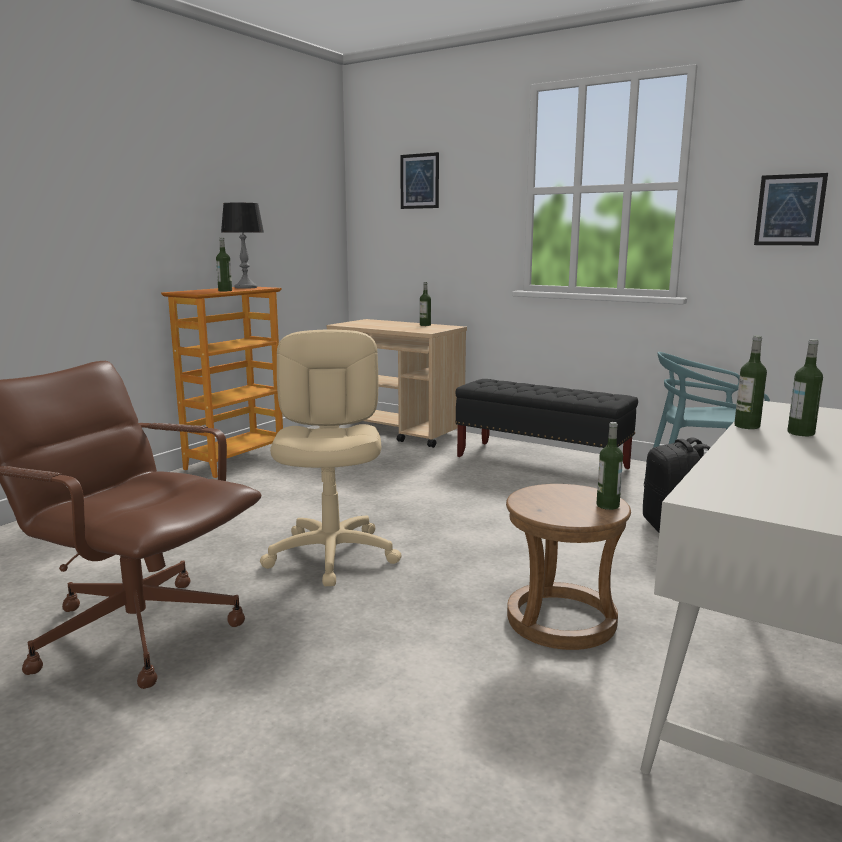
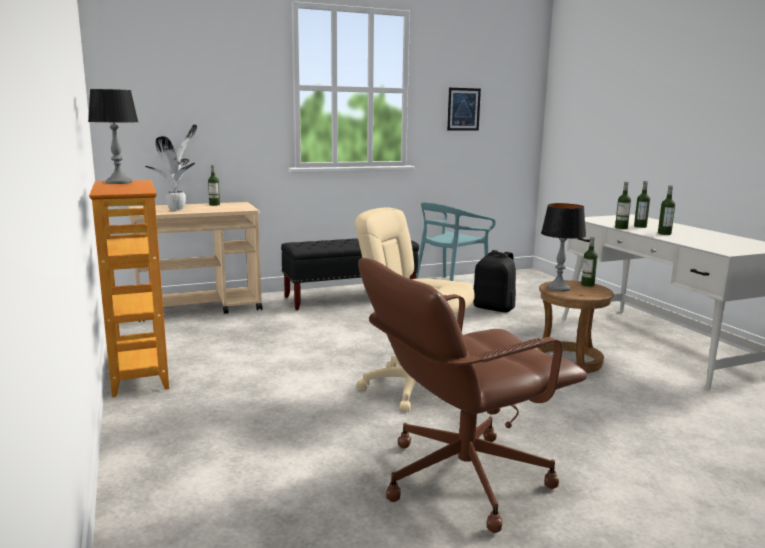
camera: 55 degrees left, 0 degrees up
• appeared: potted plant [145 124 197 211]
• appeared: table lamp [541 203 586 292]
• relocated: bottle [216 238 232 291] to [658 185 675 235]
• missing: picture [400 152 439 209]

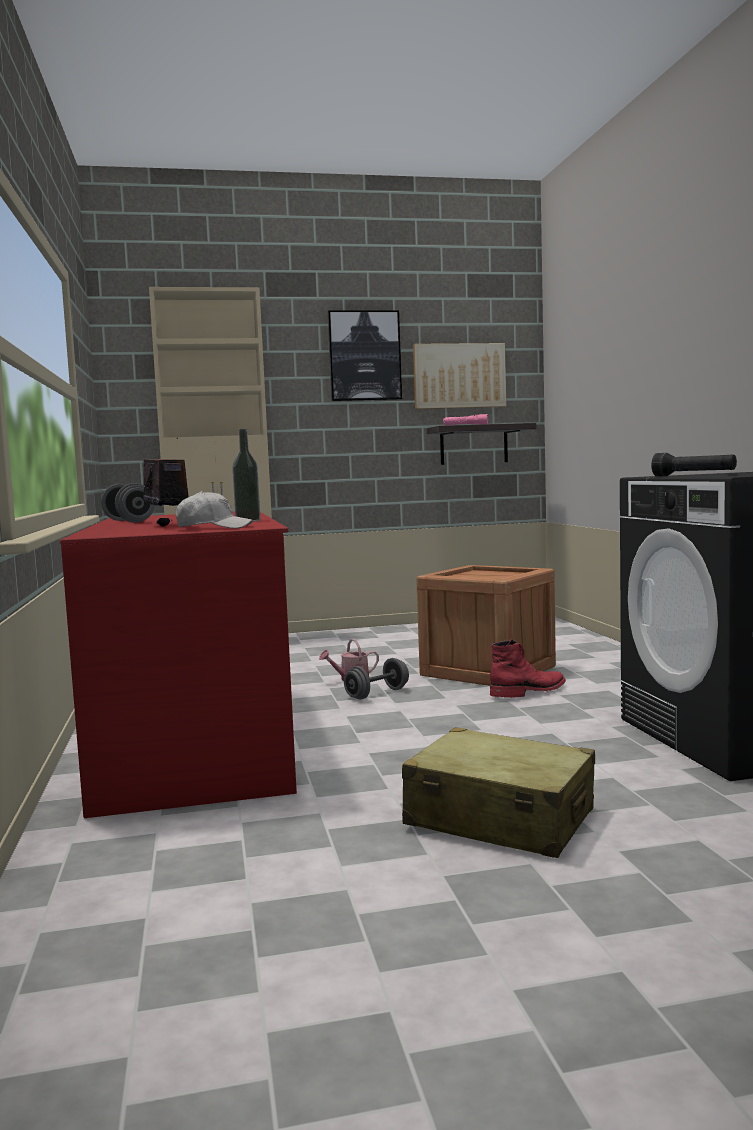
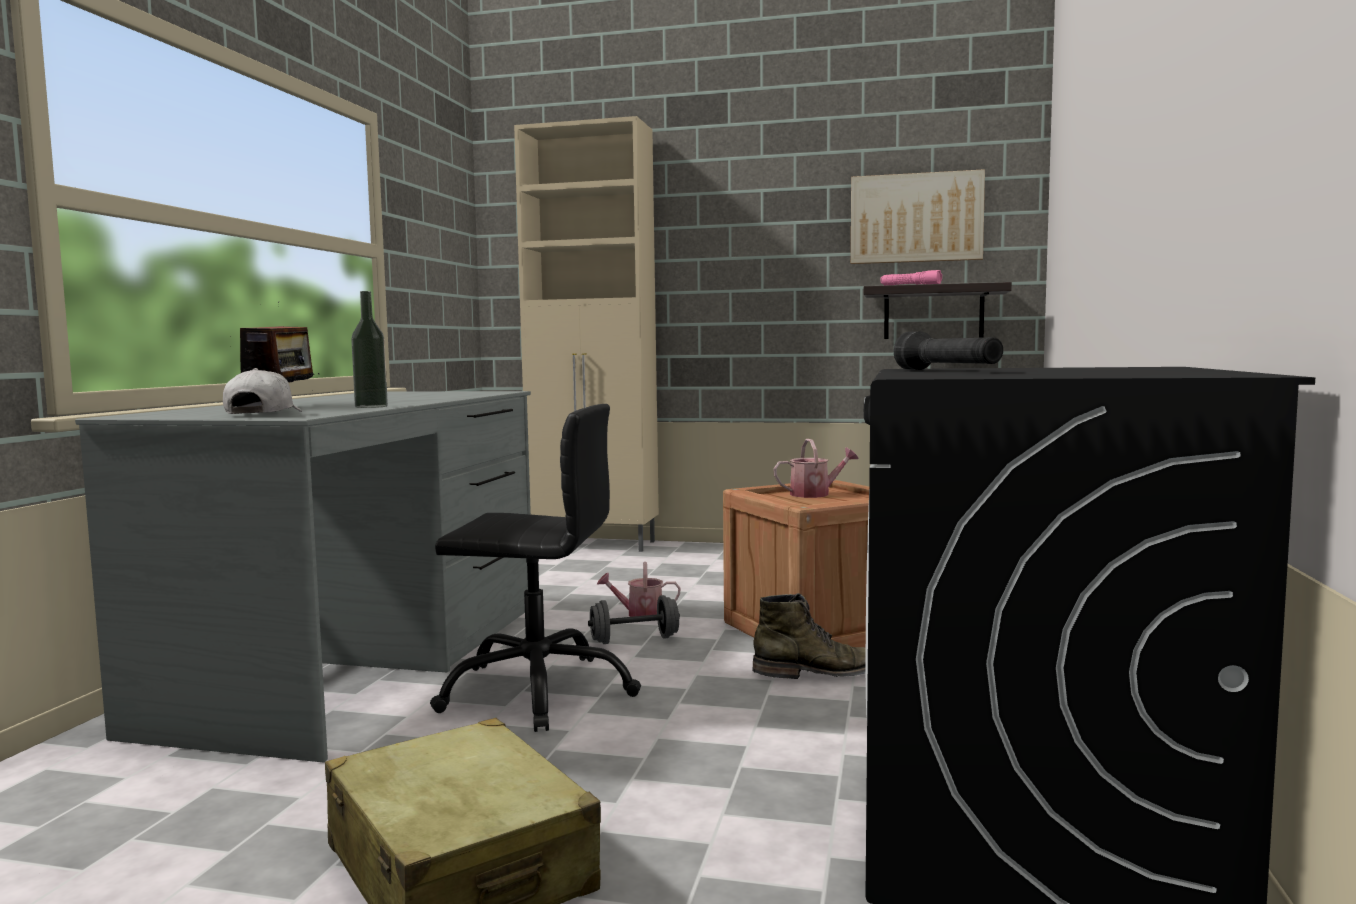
camera: 25 degrees right, 0 degrees up
• colour: desk/red [60 511 297 818] to desk/grey [75 391 531 763]
• spun: cap/white [175 491 253 529] = [223 368 302 414] 120 degrees counterclockwise
• appeared: office chair/black [430 404 641 732]
• colour: boot/red [490 639 566 698] to boot/green [752 593 866 679]
• appeared: watering can [773 439 859 498]
• missing: dumbbell/grey [101 483 155 523]
• missing: picture [328 311 402 401]

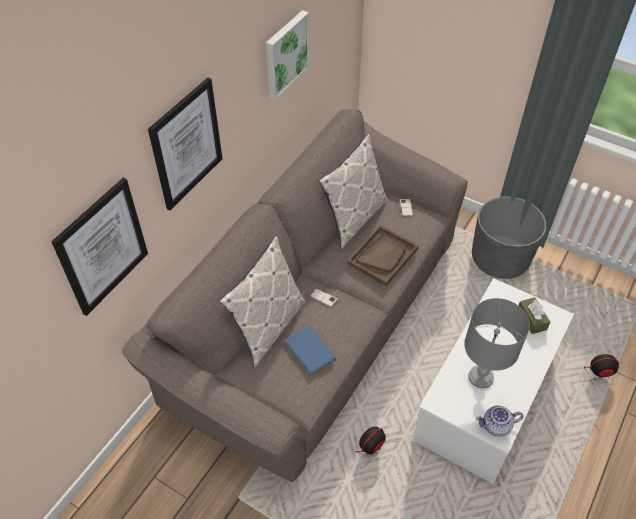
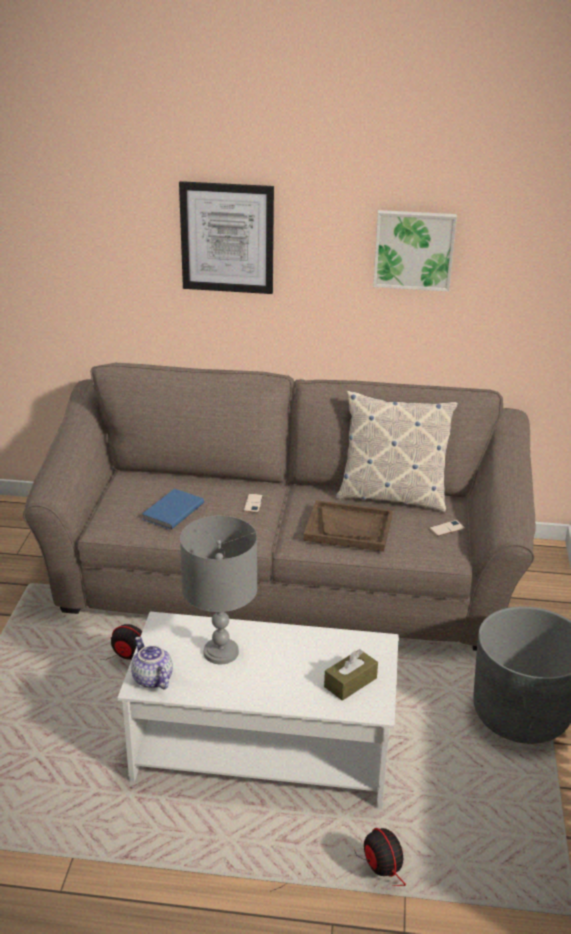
camera: 65 degrees right, 20 degrees down
• missing: picture [51 177 148 316]
• missing: pillow [219 236 306 367]

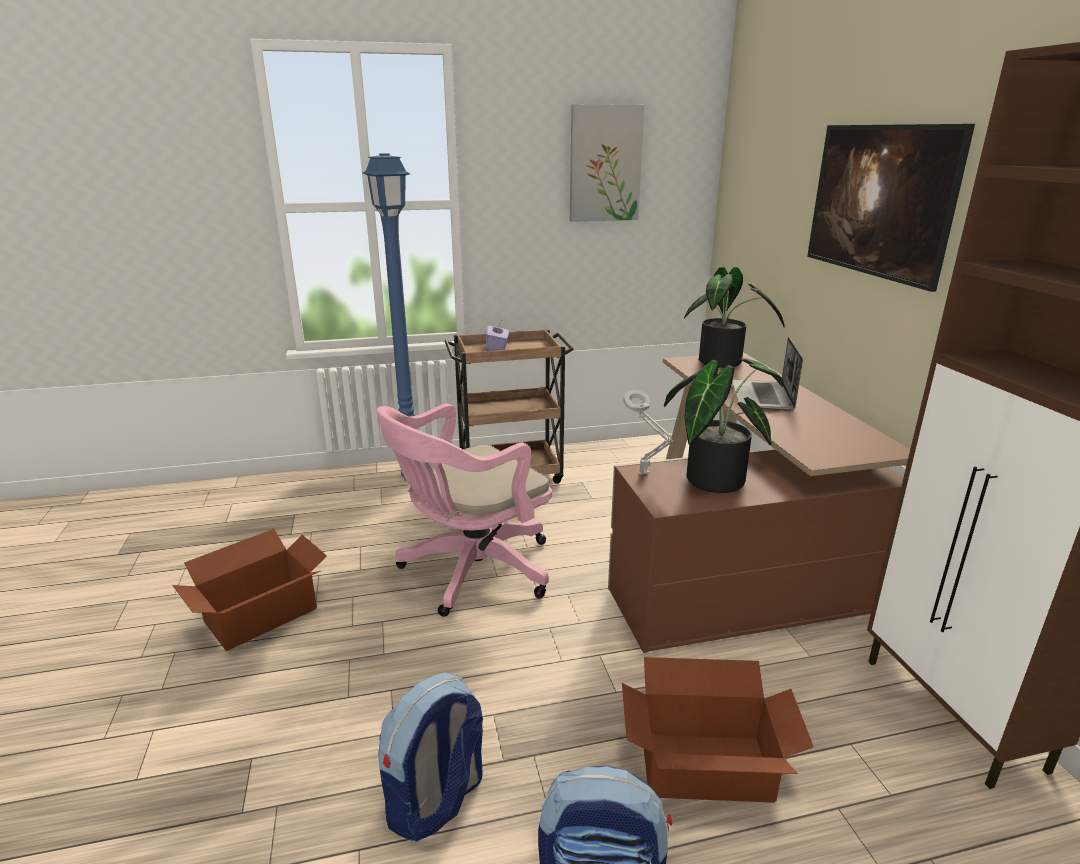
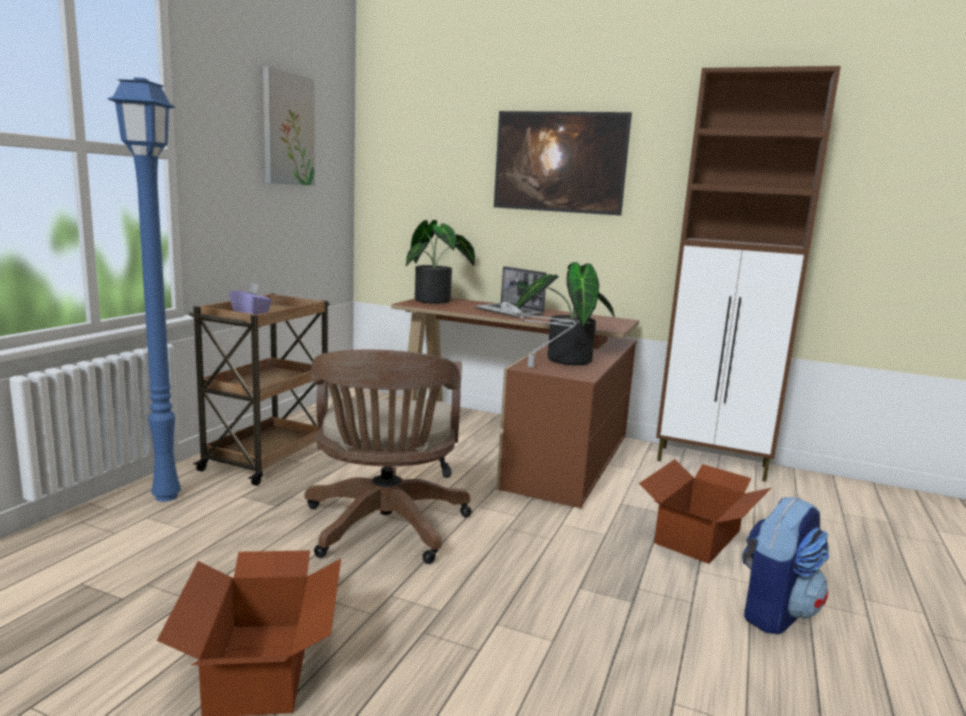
camera: 55 degrees left, 10 degrees down
• colour: office chair/pink [377 404 552 617] to office chair/brown [305 350 472 564]
• missing: backpack [378 672 483 842]

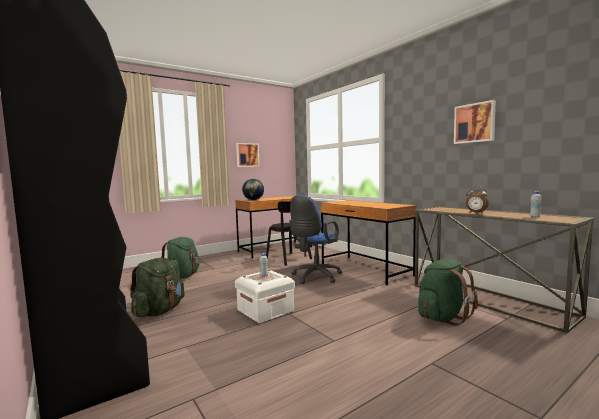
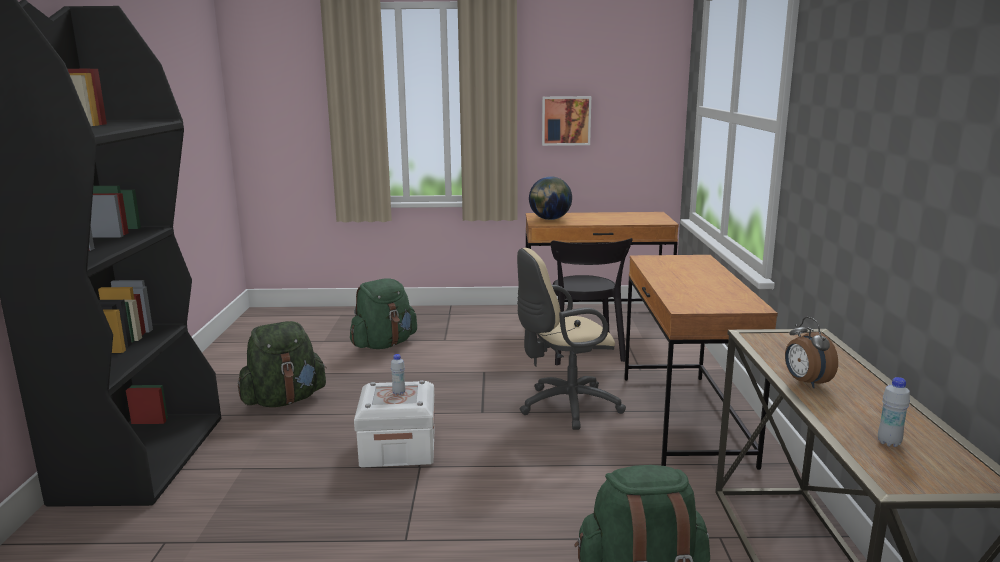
camera: 35 degrees right, 10 degrees up
• colour: office chair/blue [290 195 342 284] to office chair/beige [517 248 626 430]
• missing: picture [454 100 496 144]

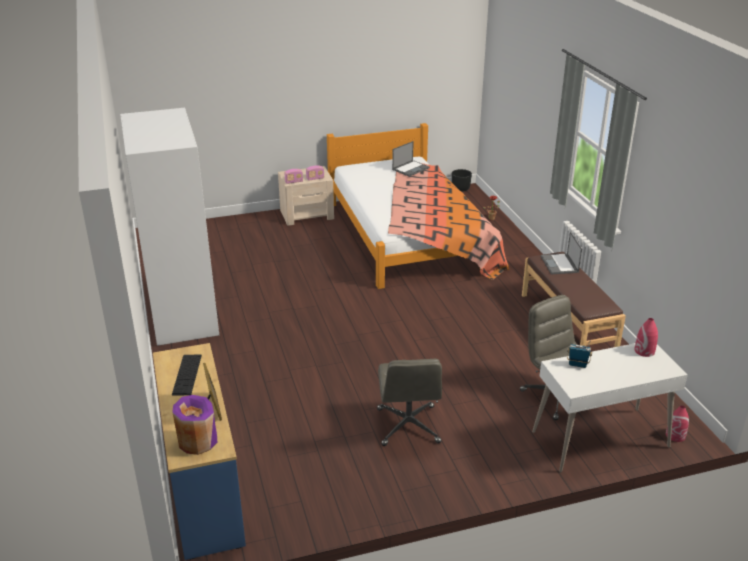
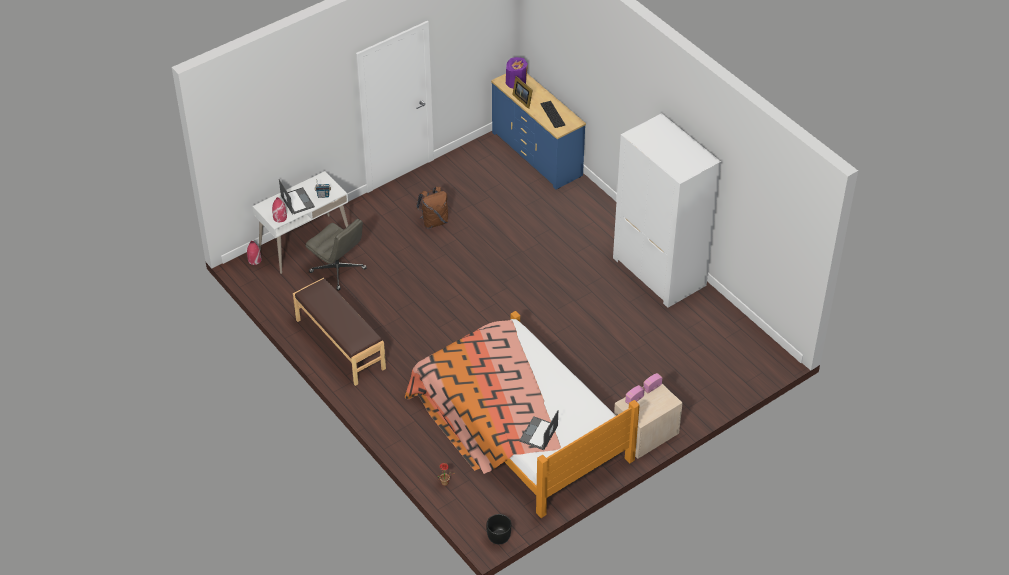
camera: 160 degrees right, 15 degrees up
• relocated: laptop [541 232 582 274] to [279 179 315 215]
• exchanged: office chair/grey [377 359 442 446] to backpack/brown [416 187 448 229]

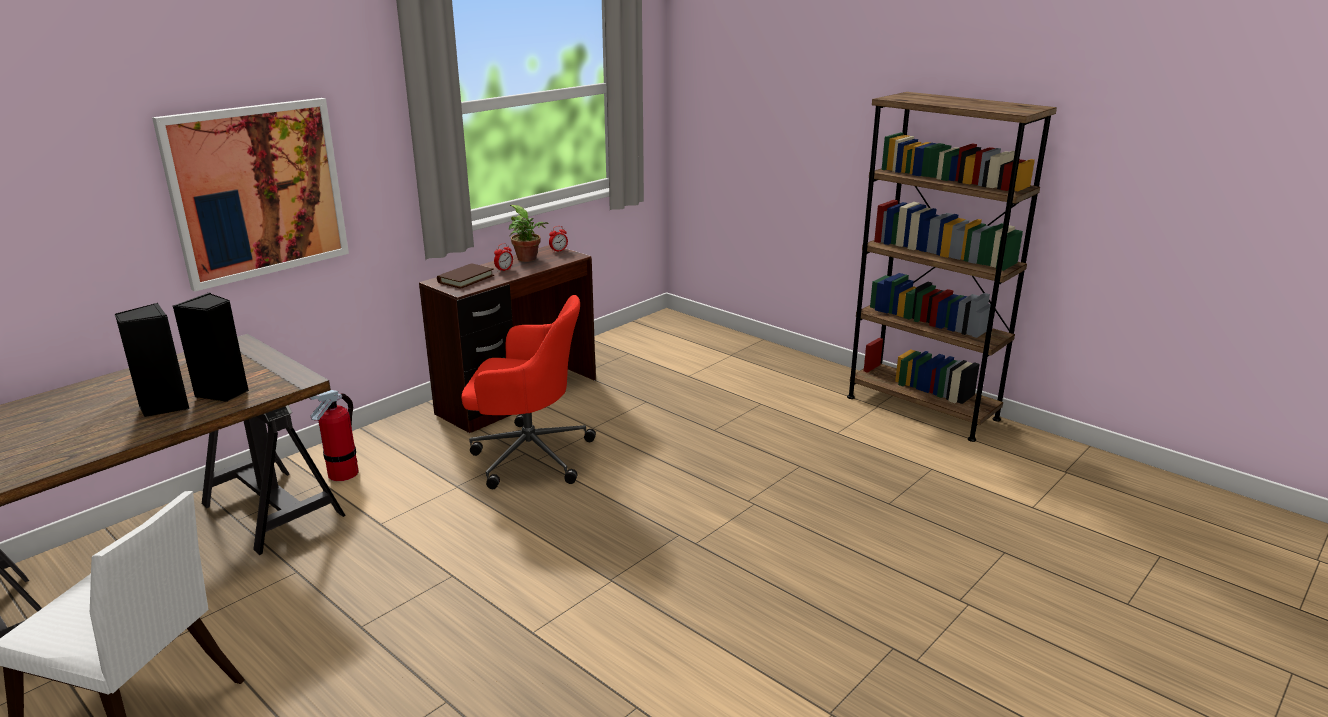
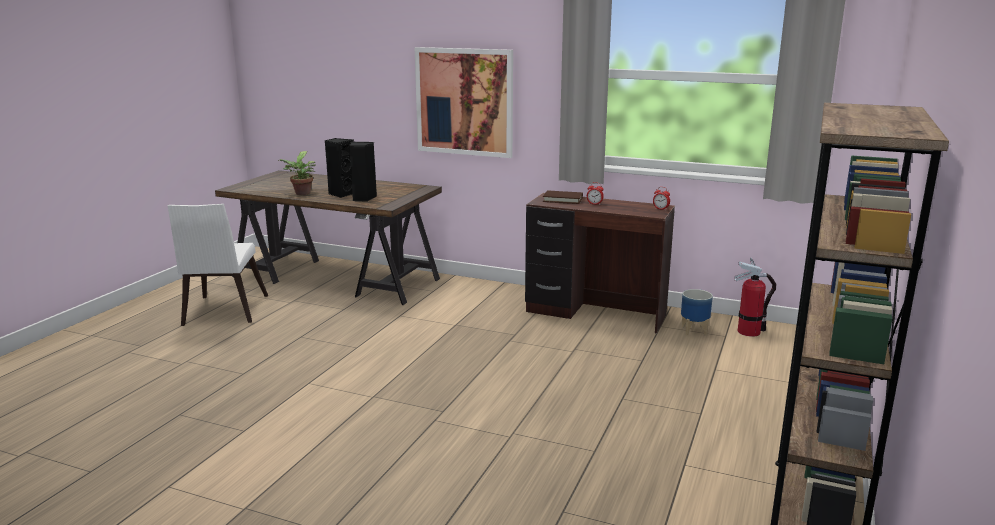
camera: 70 degrees right, 5 degrees down
• relocated: potted plant [509 205 548 262] to [278 151 316 195]
• appeared: planter [681 289 713 336]
• relocated: fire extinguisher [310 390 359 481] to [734 258 776 337]
• missing: office chair/red [461 295 596 489]

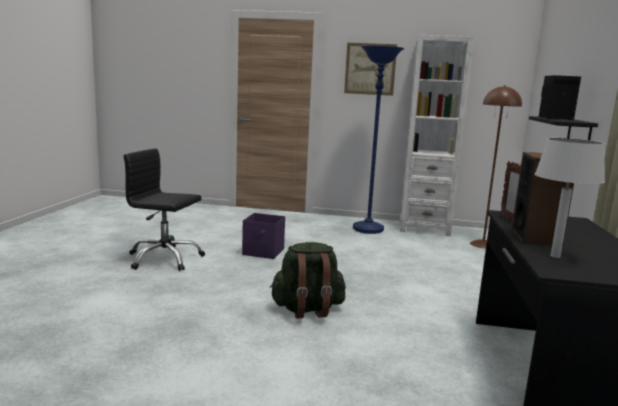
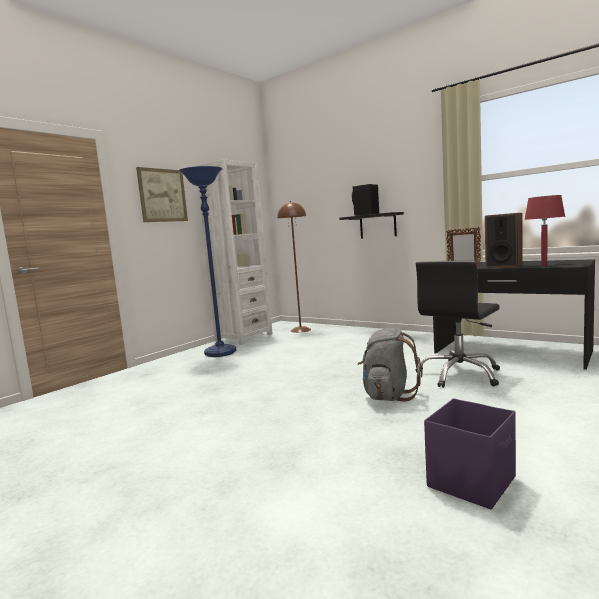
camera: 60 degrees left, 5 degrees down
• colour: backpack/green [270 242 346 318] to backpack/grey [357 328 422 401]
• relocated: office chair/black [124 148 205 271] to [416 261 500 388]
• relocated: storage box/purple [242 213 285 259] to [424 398 516 510]
• colour: table lamp/white [535 138 605 258] to table lamp/red [524 195 566 266]

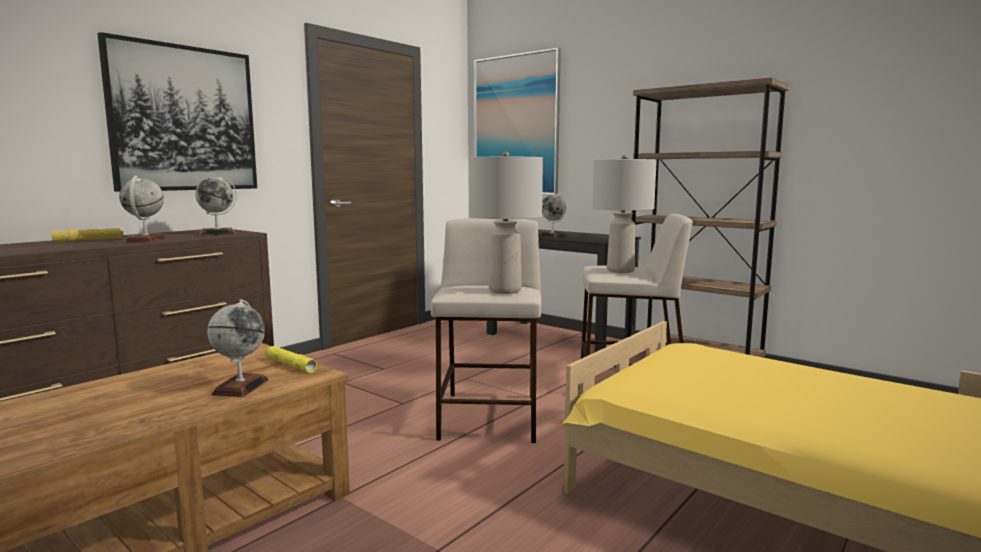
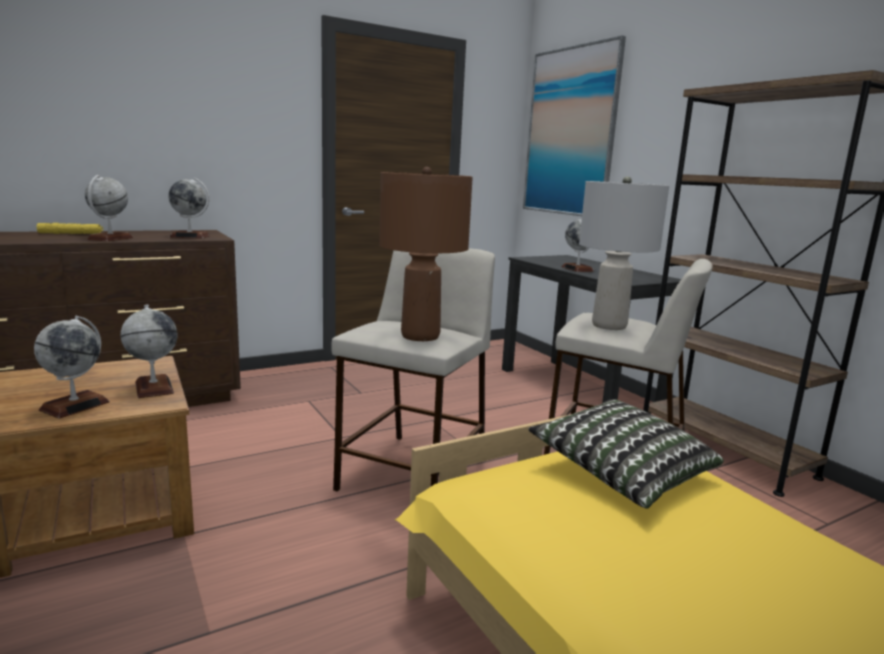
camera: 20 degrees right, 5 degrees up
• exchanged: flashlight/yellow [265 346 317 373] to globe [121 305 177 398]
• colour: table lamp/grey [469 151 543 294] to table lamp/brown [379 167 473 341]
• appeared: pillow [528 399 724 509]
• missing: picture [97 32 257 192]

